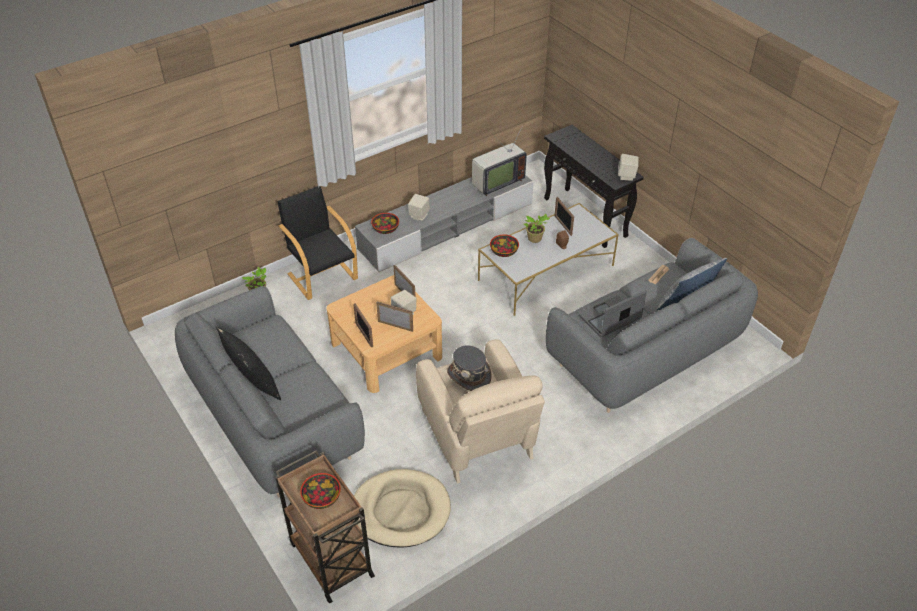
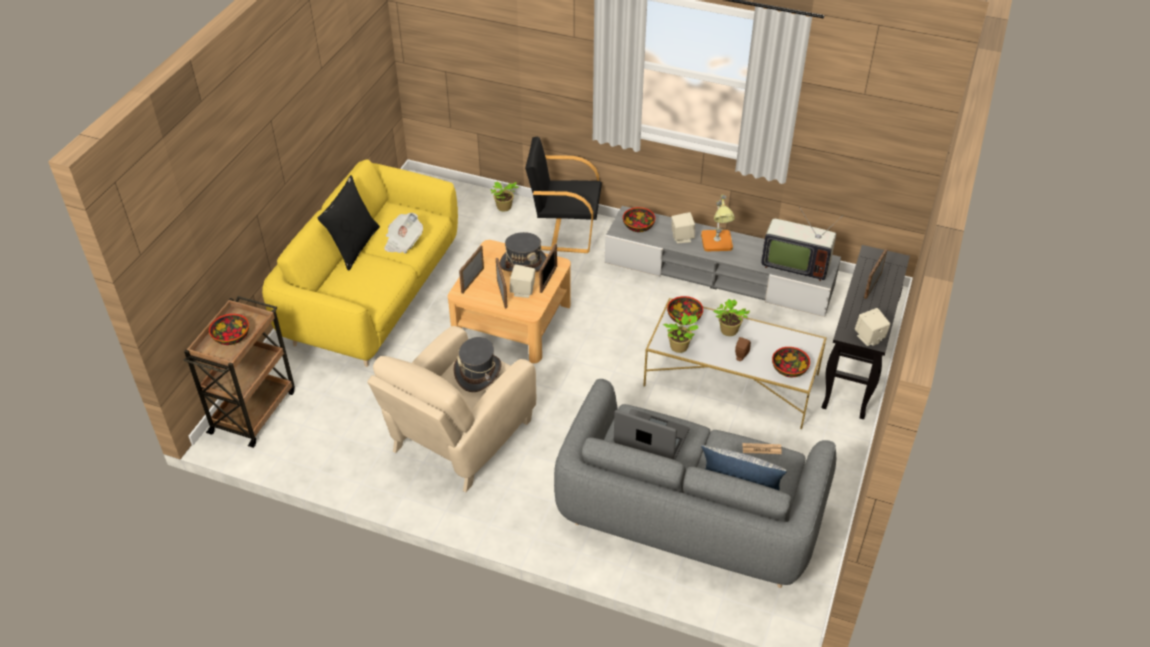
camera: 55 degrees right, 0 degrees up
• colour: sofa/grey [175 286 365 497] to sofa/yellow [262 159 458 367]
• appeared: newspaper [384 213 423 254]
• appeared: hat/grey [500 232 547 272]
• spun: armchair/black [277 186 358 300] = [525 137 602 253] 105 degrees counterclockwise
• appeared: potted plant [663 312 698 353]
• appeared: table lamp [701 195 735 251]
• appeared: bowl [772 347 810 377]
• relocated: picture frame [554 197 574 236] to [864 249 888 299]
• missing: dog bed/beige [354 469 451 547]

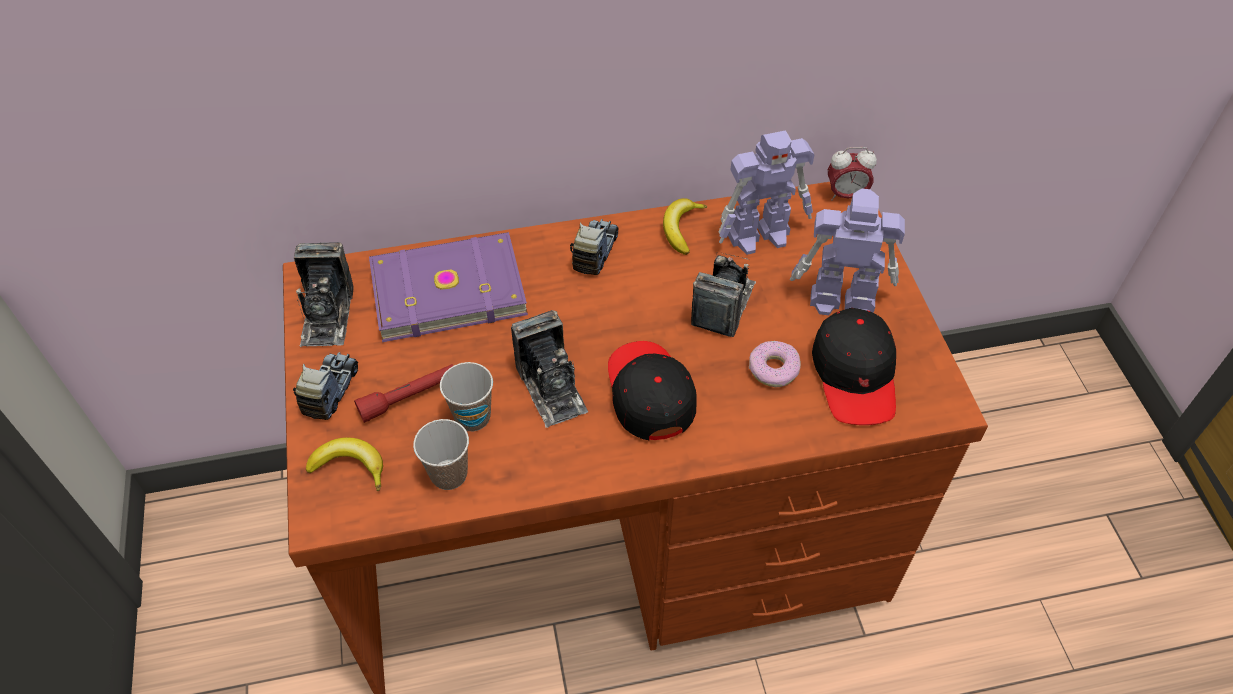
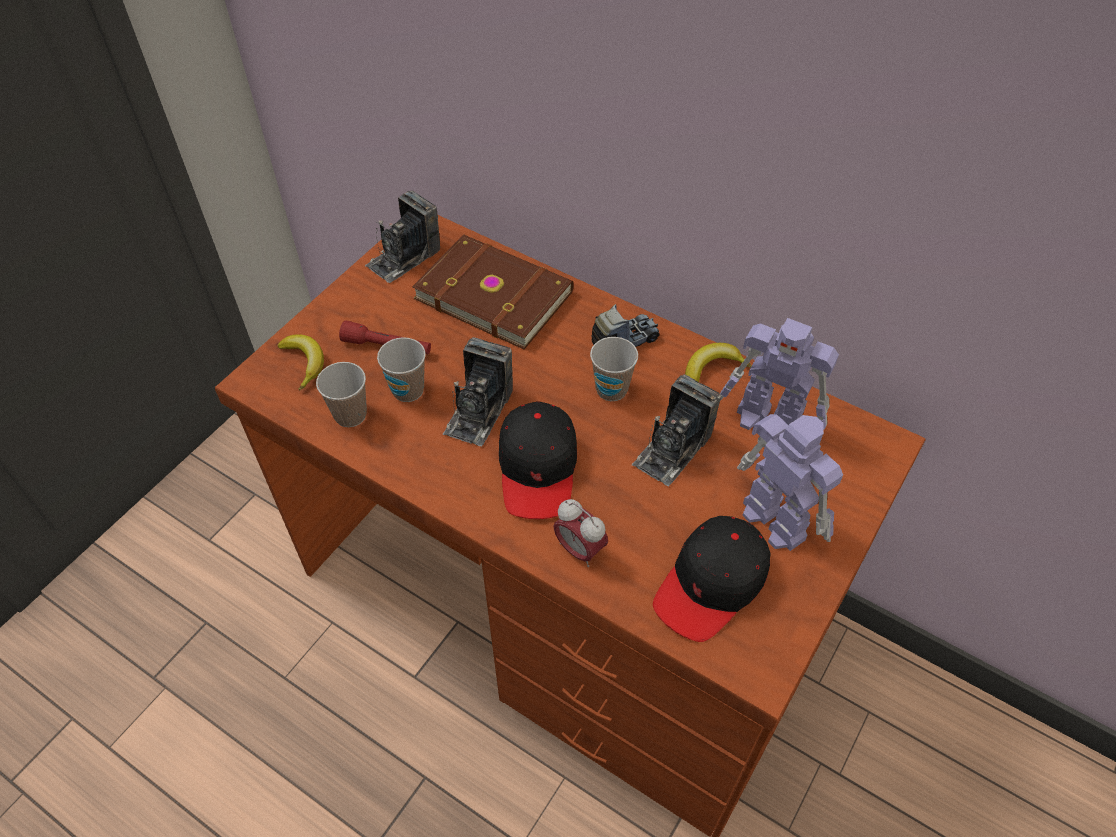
camera: 45 degrees right, 0 degrees up
• colour: book/purple [369 232 528 342] to book/brown [412 235 574 350]
• spun: cap/black [608 341 696 441] = [499 401 577 519] 150 degrees clockwise
• relocated: alarm clock [828 147 877 201] to [553 499 608 567]
• appeared: cup [590 337 638 401]
• spun: photo camera [691 252 756 337] = [632 374 721 486] 150 degrees clockwise
• missing: toy truck [293 352 358 420]
• missing: donut [749 341 801 387]

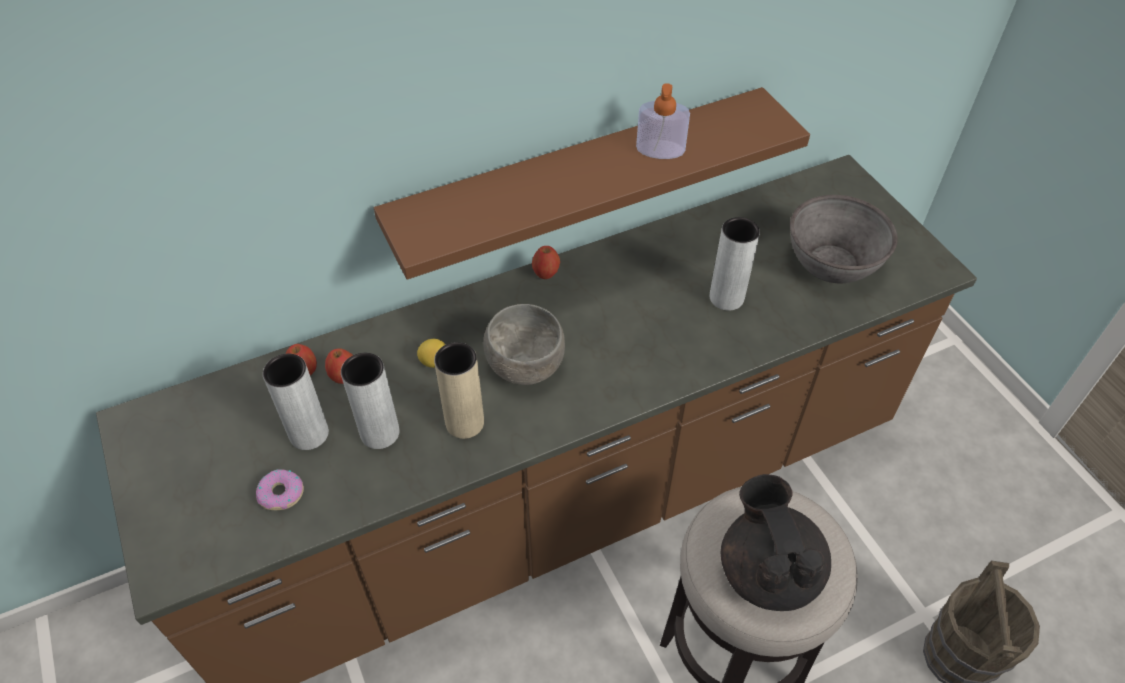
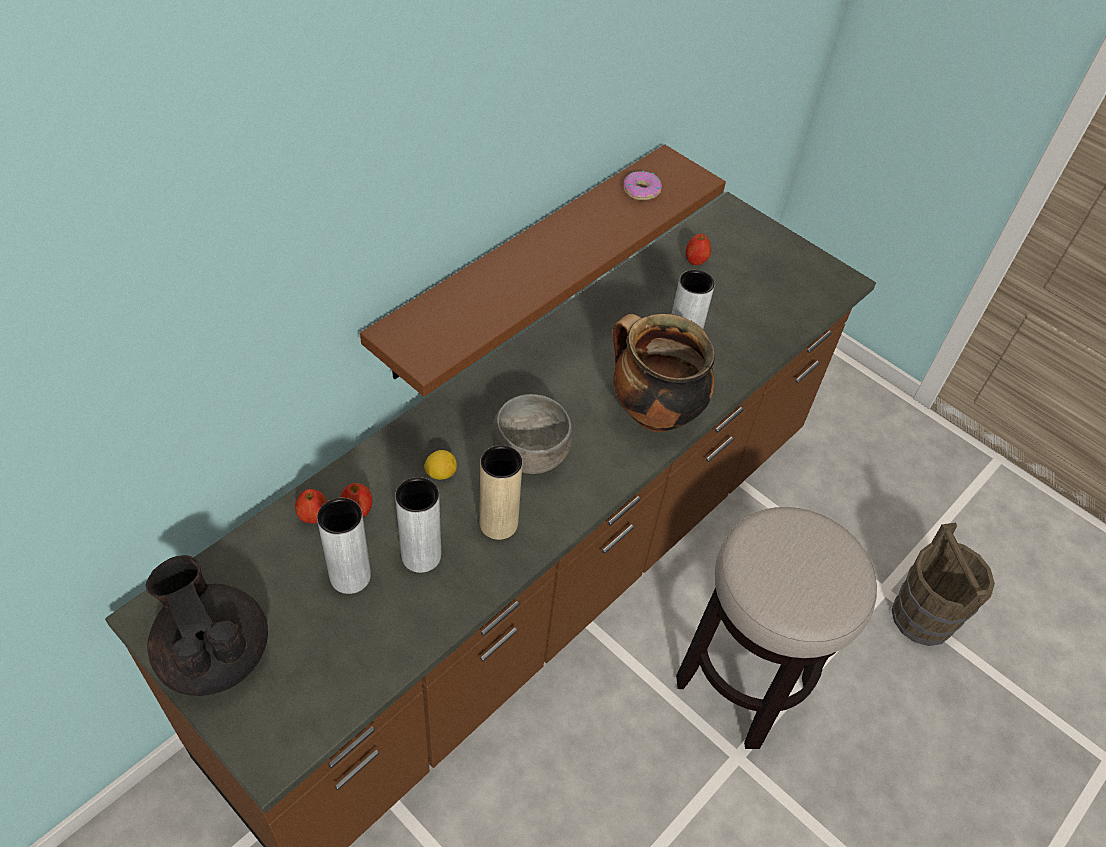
camera: 25 degrees left, 0 degrees up
• relocated: teapot/black [721 474 831 611] to [146 555 268 696]
• appeared: cooking pot [613 314 715 432]
• relocated: donut [256 469 304 510] to [624 171 662 200]
• relocated: apple [532 246 560 279] to [686 234 711 265]
• missing: soap dispenser [636 83 690 159]
• missing: bowl/grey [790 195 898 283]

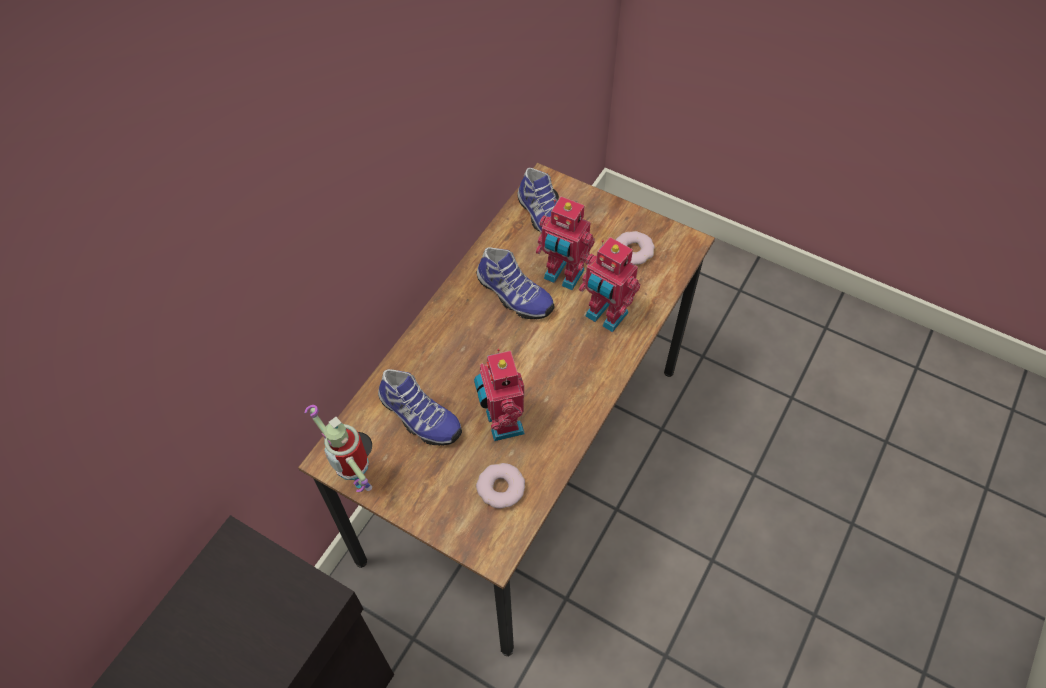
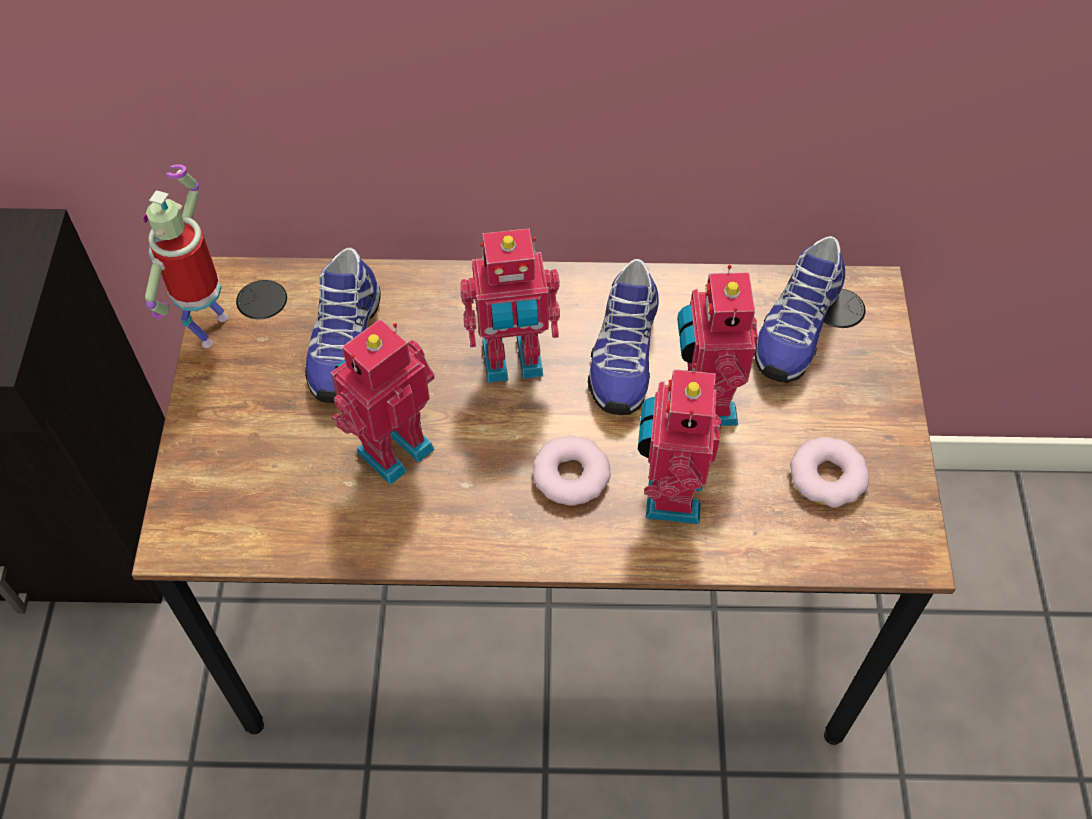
camera: 60 degrees right, 0 degrees up
• appeared: toy robot [460 228 560 383]
• relocated: donut [476 463 525 509] to [533 435 611 506]

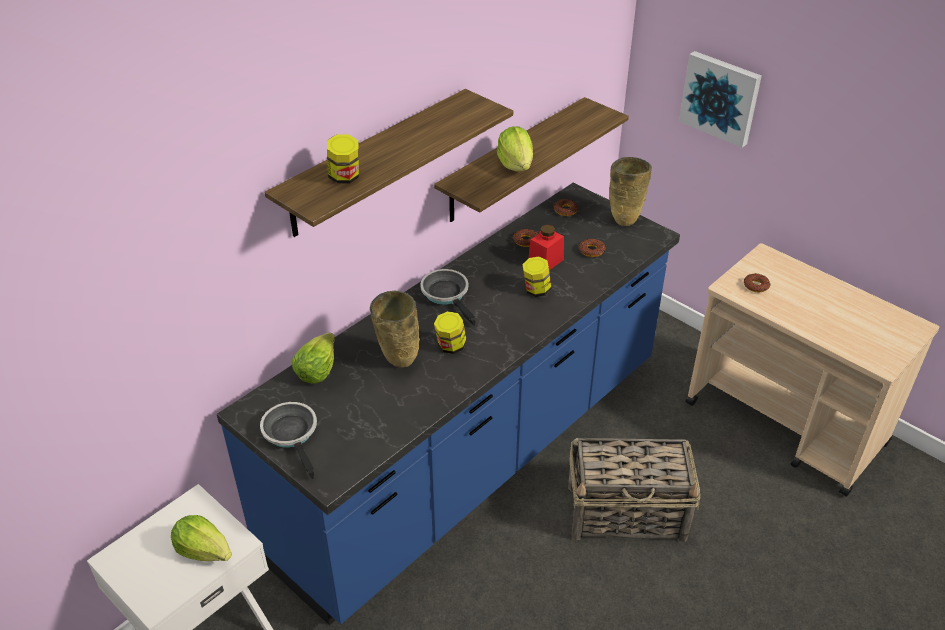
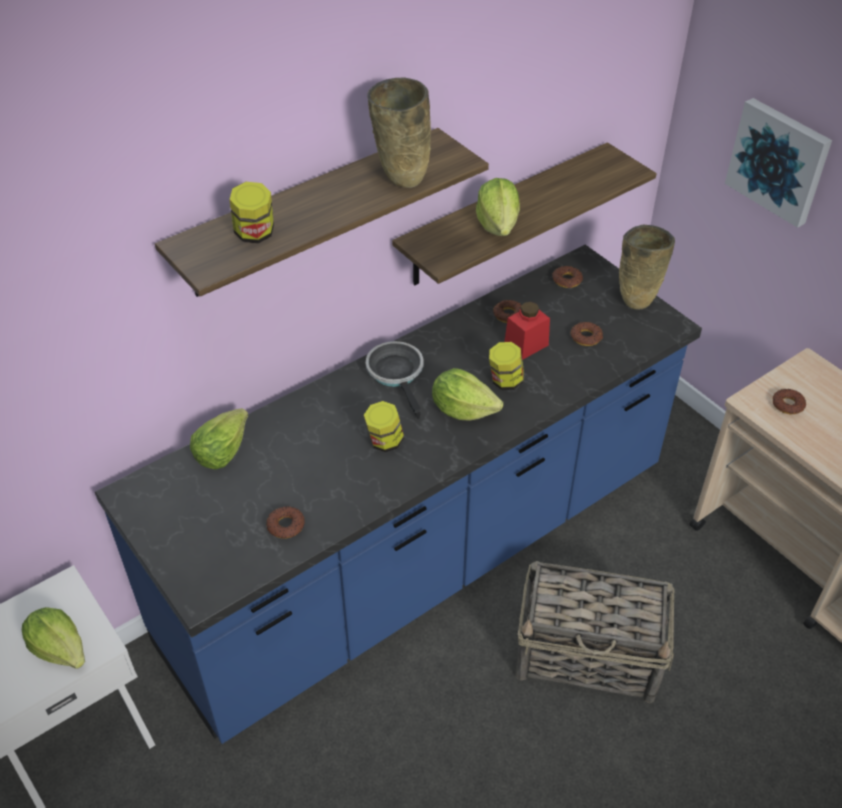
camera: 10 degrees right, 5 degrees up
• appeared: donut [266 506 305 539]
• relocated: vase/beige [370 291 420 367] to [367 78 431 188]
• appeared: lettuce [432 368 503 421]
• missing: frying pan [260 402 317 479]

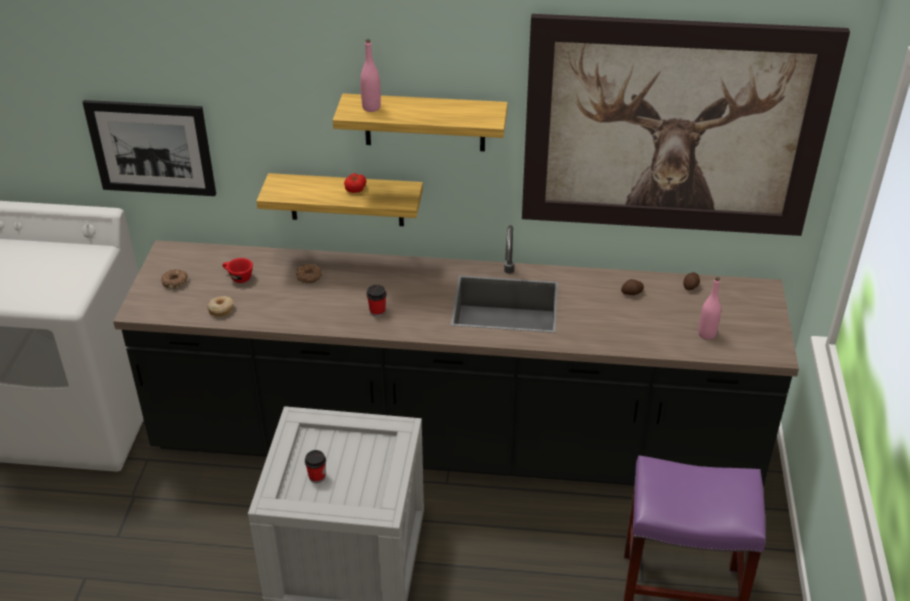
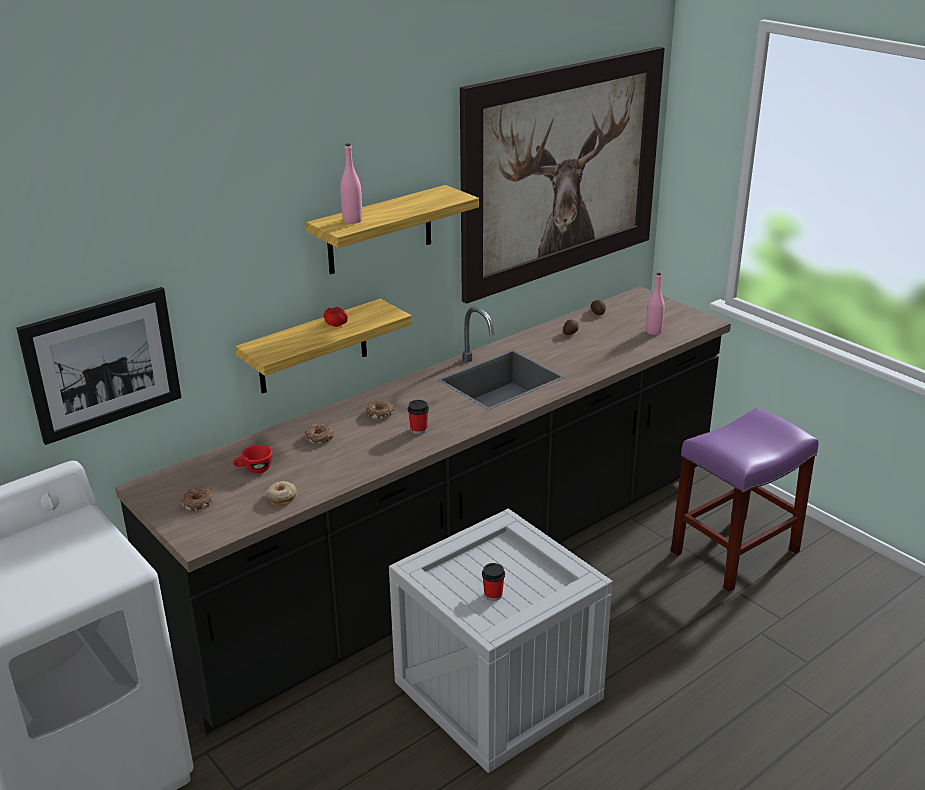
camera: 45 degrees left, 10 degrees down
• appeared: donut [366 400 394 419]

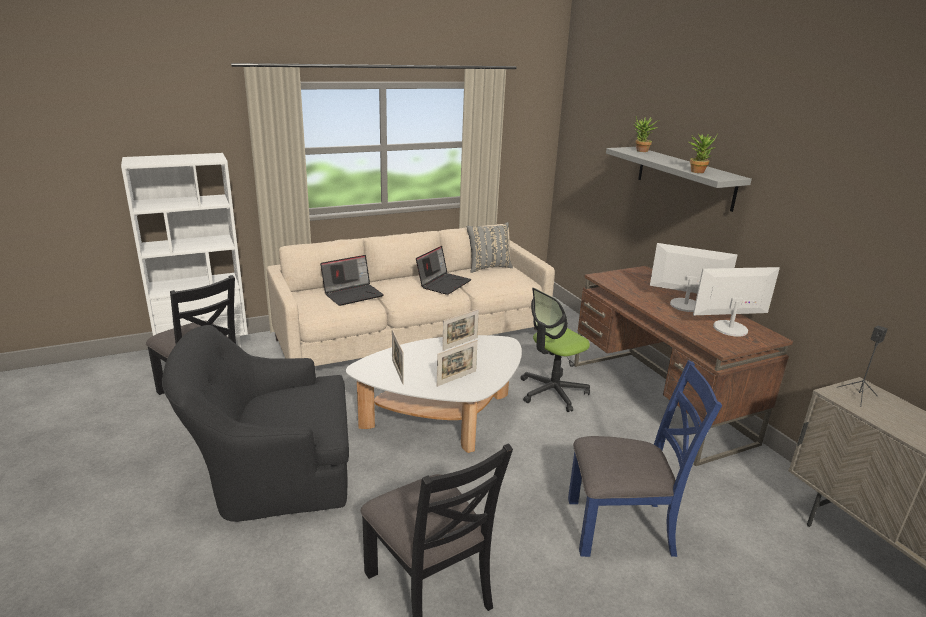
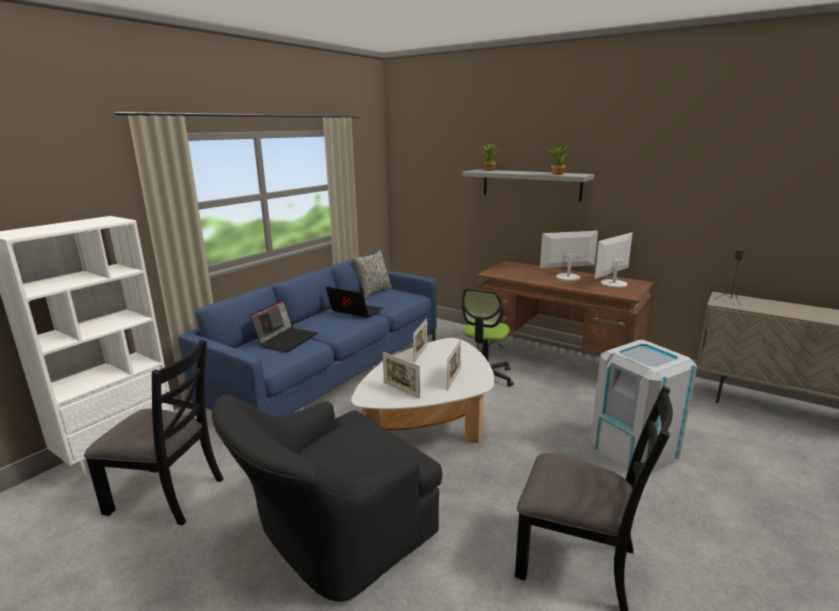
camera: 30 degrees left, 5 degrees down
• colour: sofa/beige [267 224 555 366] to sofa/blue [178 253 437 416]
• spun: laptop [416 246 472 295] = [326 286 383 318] 60 degrees counterclockwise
• exchanged: chair/blue [568 360 722 557] to trash can/grey [590 340 697 473]

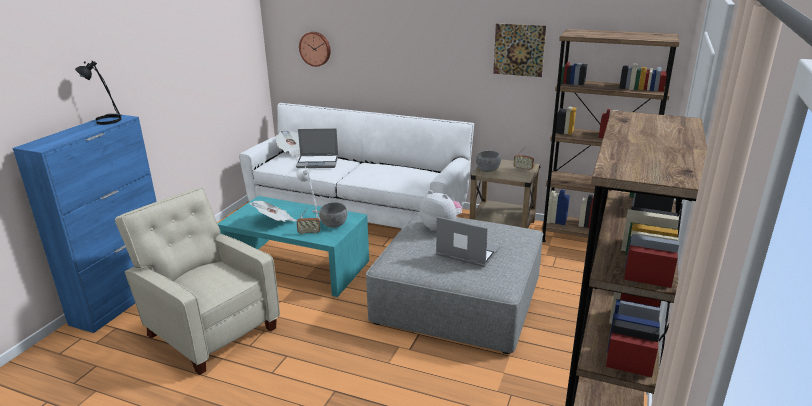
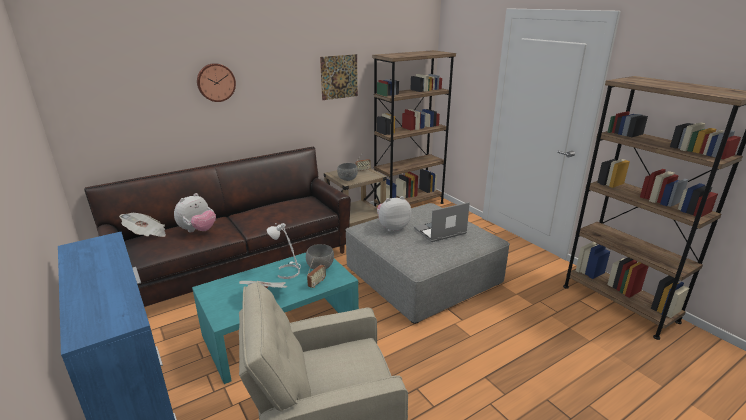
camera: 55 degrees left, 0 degrees up
• colour: sofa/white [239 103 474 228] to sofa/brown [84 147 351 307]
• exchanged: laptop [296 128 338 168] to plush toy [174 193 216 232]
• relocated: wall clock [299 32 331 67] to [197 63 236 102]
• missing: table lamp/black [75 61 122 125]

